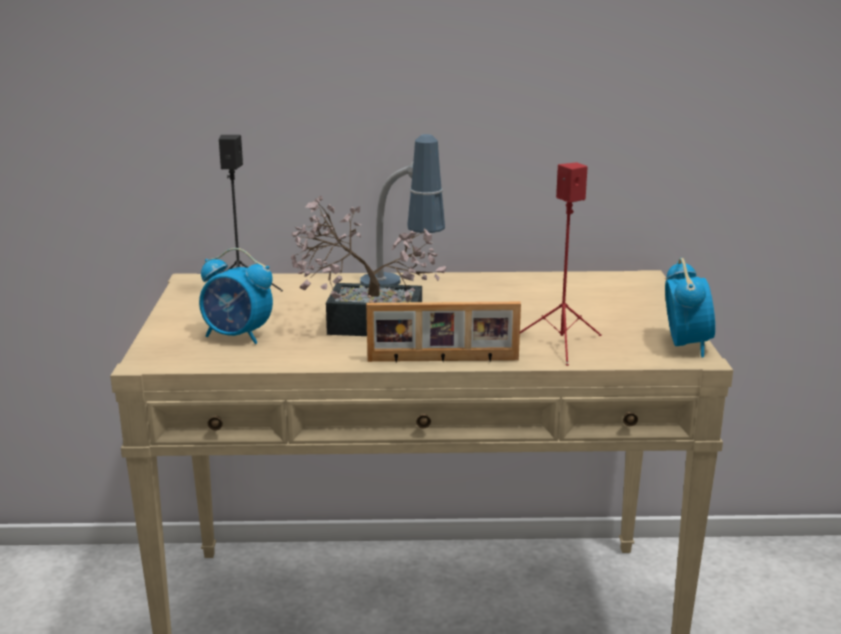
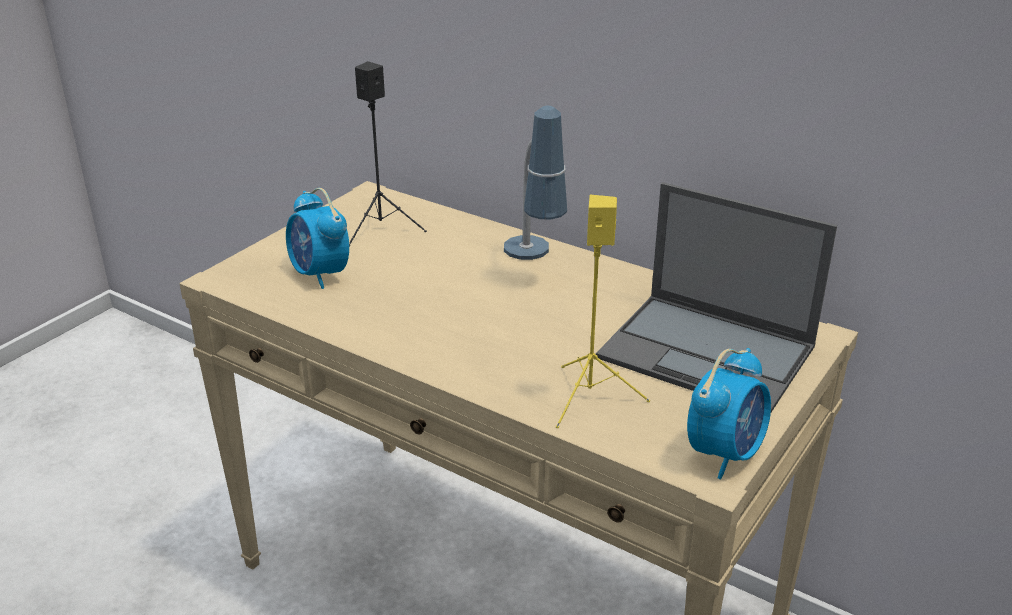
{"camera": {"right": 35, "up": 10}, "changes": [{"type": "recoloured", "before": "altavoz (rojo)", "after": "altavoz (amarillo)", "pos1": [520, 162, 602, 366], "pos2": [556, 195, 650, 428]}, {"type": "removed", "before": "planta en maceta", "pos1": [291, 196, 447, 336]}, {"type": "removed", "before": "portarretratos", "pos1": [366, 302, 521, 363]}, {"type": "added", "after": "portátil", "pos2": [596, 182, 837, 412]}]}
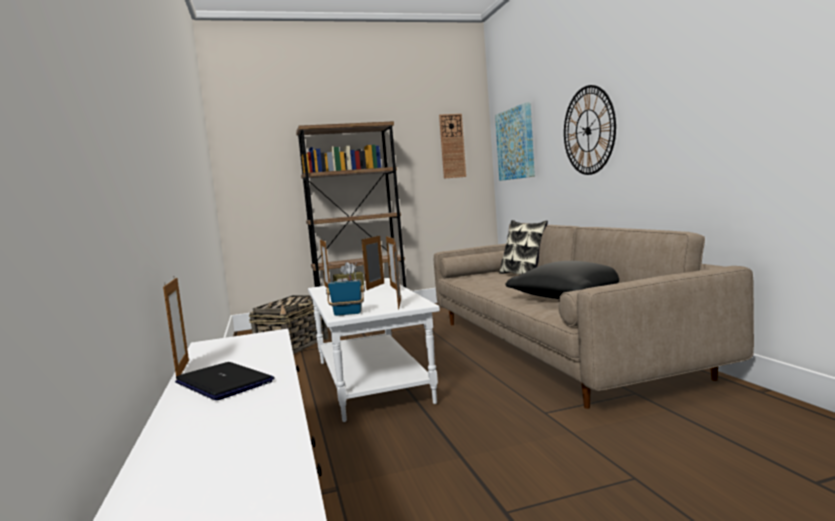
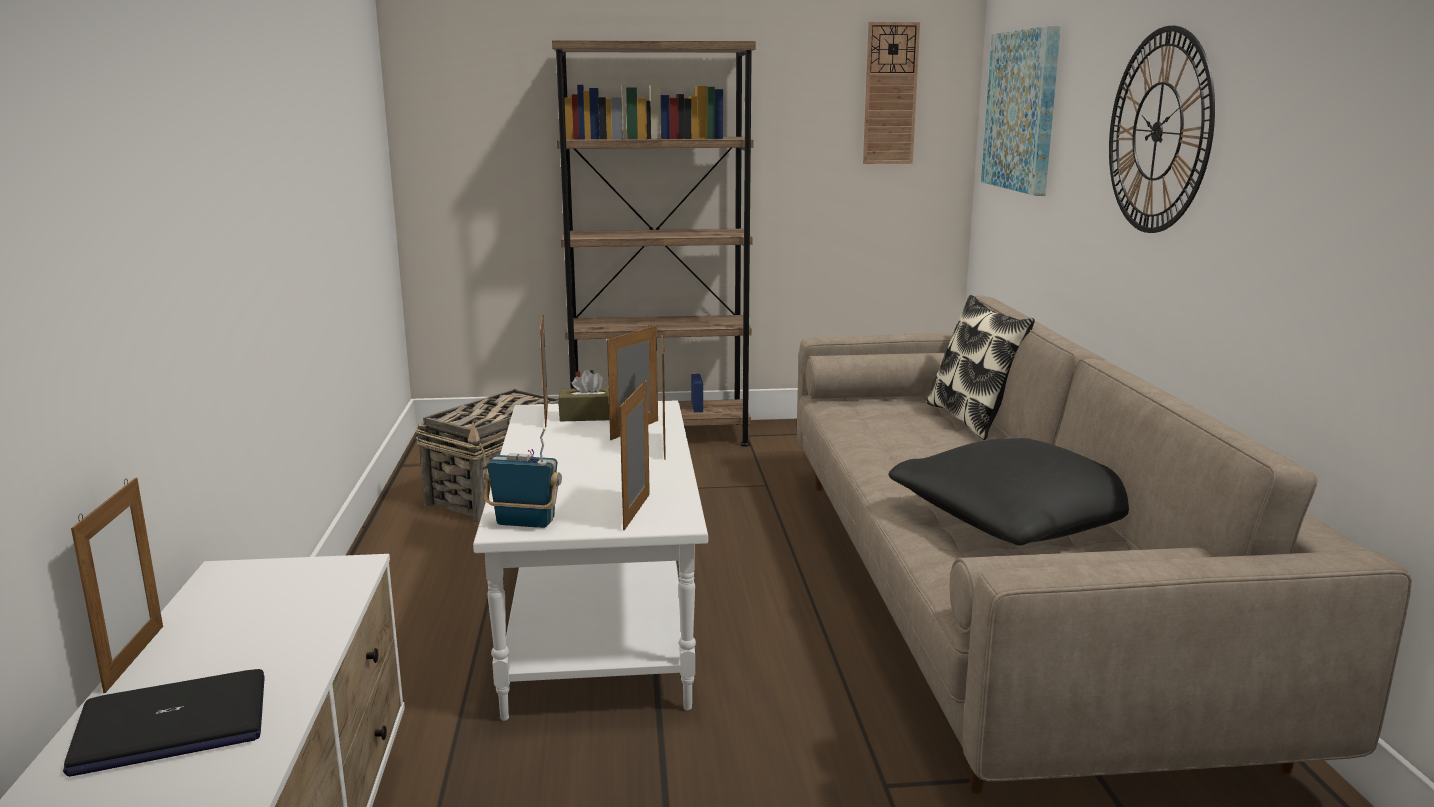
{"camera": {"right": 10, "up": 10}, "changes": [{"type": "turned", "before": "portátil", "pos1": [175, 362, 274, 400], "pos2": [63, 669, 265, 777], "turn": 105}]}
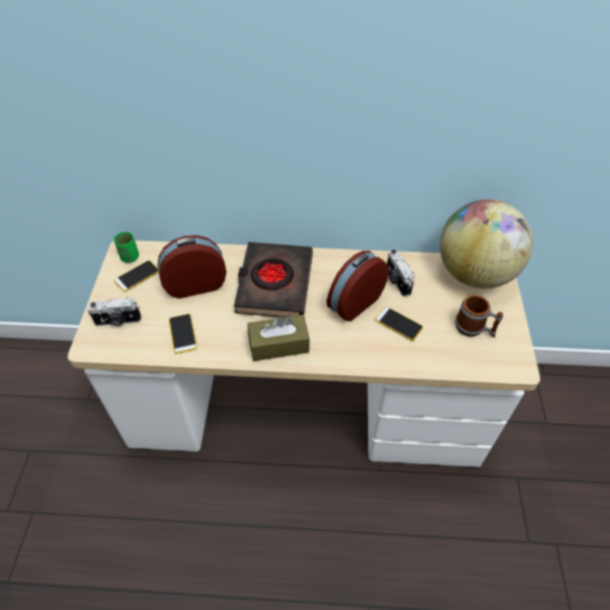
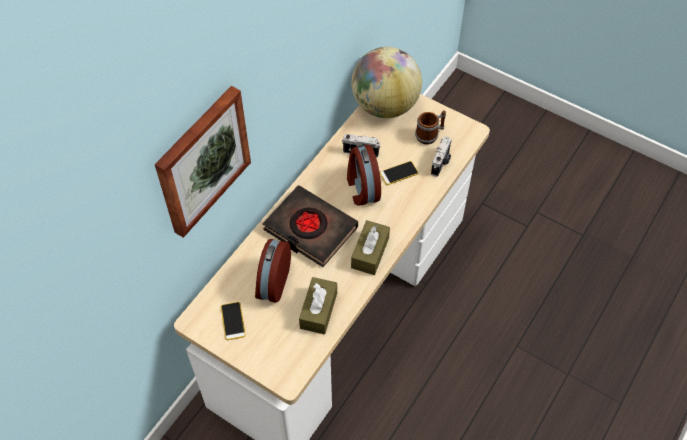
{"camera": {"right": -60, "up": 5}, "changes": [{"type": "removed", "before": "taza (verde)", "pos1": [114, 232, 139, 263]}, {"type": "moved", "before": "cámara", "pos1": [88, 297, 141, 326], "pos2": [431, 136, 452, 177]}, {"type": "replaced", "before": "móvil", "after": "caja de pañuelos (marrón)", "pos1": [169, 314, 197, 354], "pos2": [299, 277, 337, 335]}, {"type": "added", "after": "cuadro", "pos2": [155, 86, 251, 238]}]}
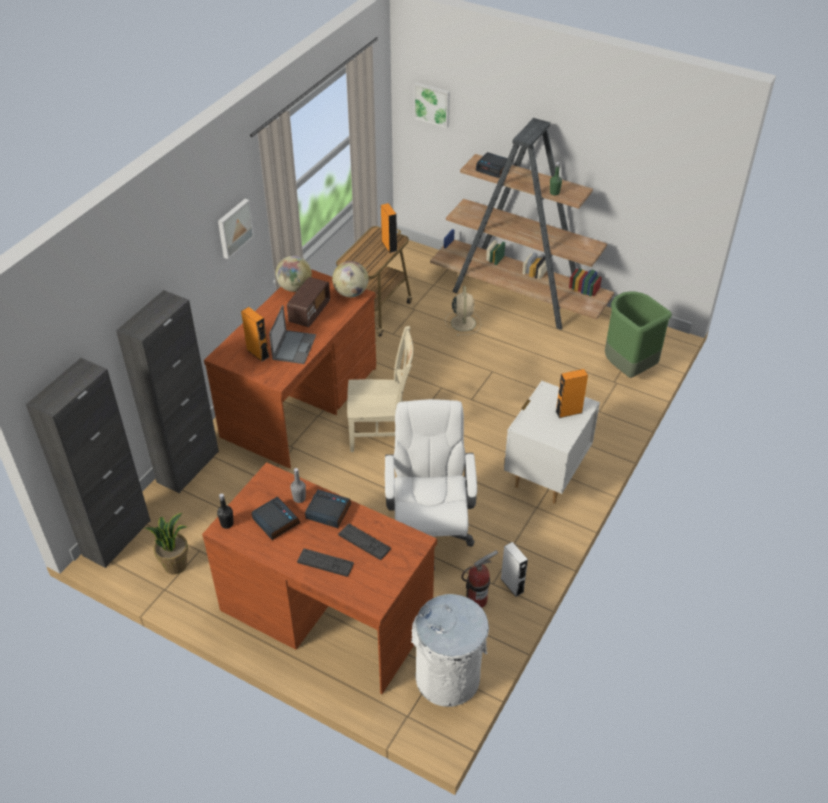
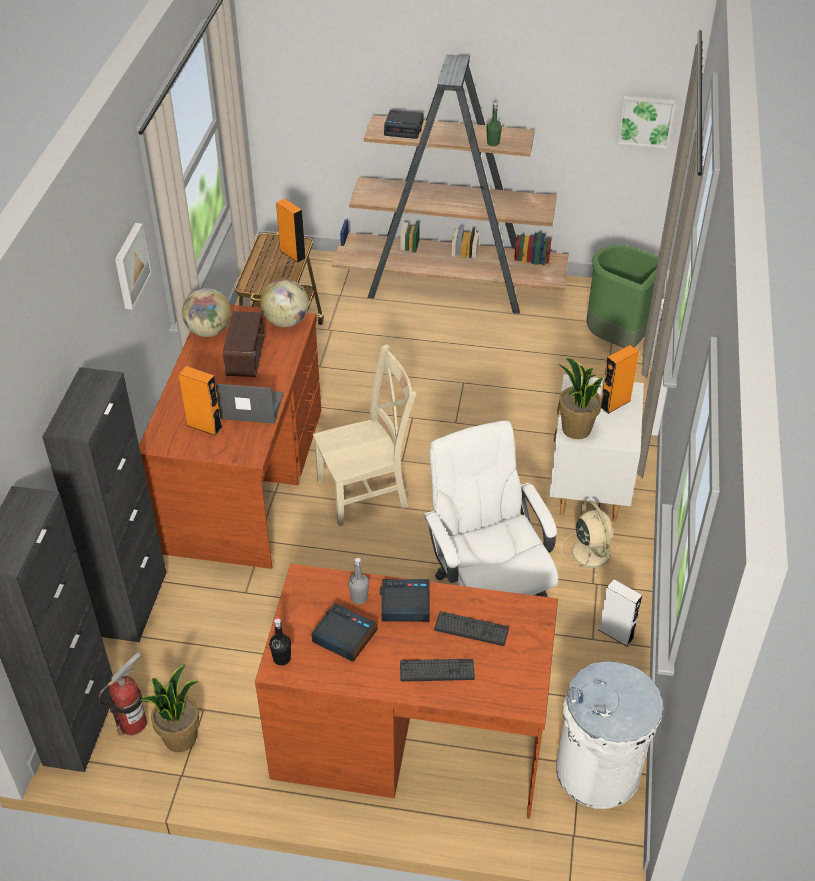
{"camera": {"right": -20, "up": 0}, "changes": [{"type": "moved", "before": "cuadro", "pos1": [414, 82, 450, 128], "pos2": [617, 96, 675, 148]}, {"type": "moved", "before": "ventilador (beis)", "pos1": [445, 286, 481, 336], "pos2": [561, 500, 620, 577]}, {"type": "turned", "before": "portátil", "pos1": [269, 305, 316, 364], "pos2": [216, 384, 283, 424], "turn": -75}, {"type": "moved", "before": "extintor", "pos1": [461, 550, 498, 608], "pos2": [99, 652, 147, 736]}, {"type": "added", "after": "planta en maceta", "pos2": [558, 358, 603, 439]}]}
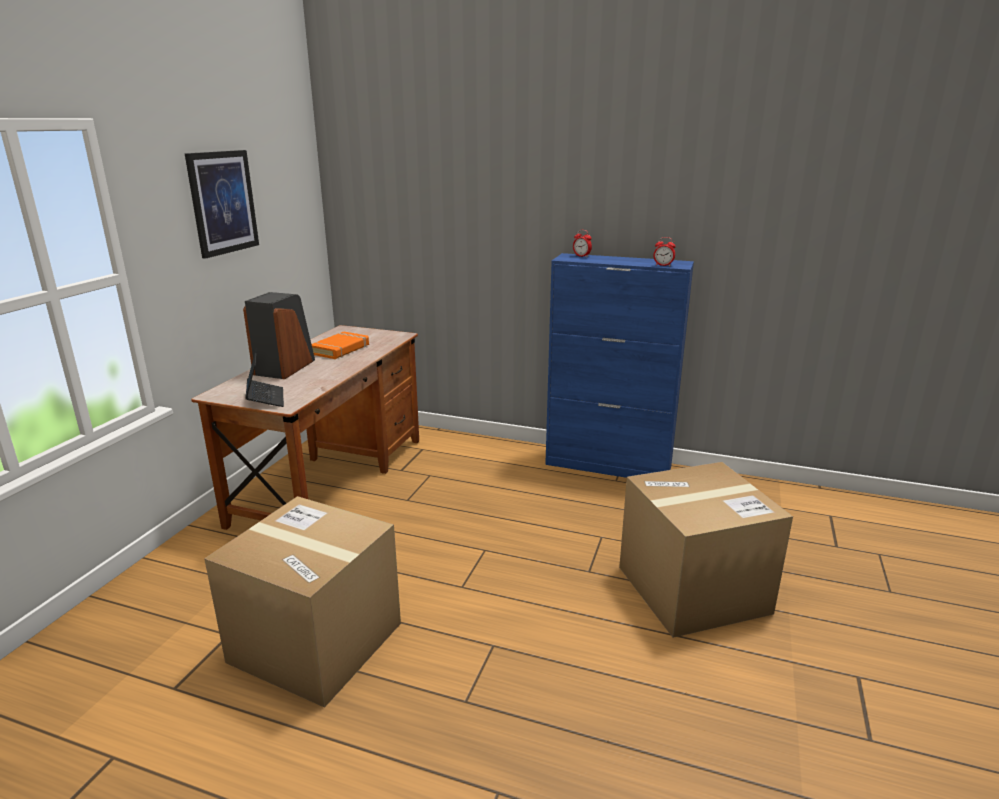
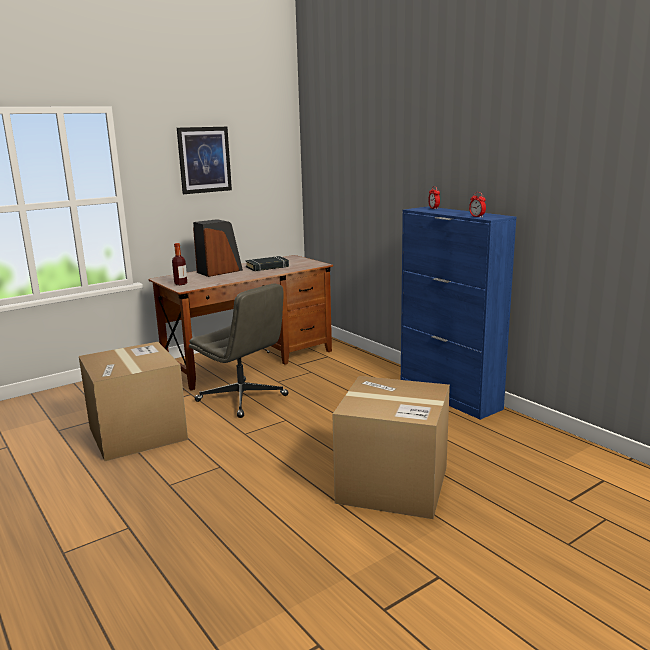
{"camera": {"right": 35, "up": -5}, "changes": [{"type": "recoloured", "before": "libro (naranja)", "after": "libro (negro)", "pos1": [312, 332, 369, 359], "pos2": [245, 256, 289, 271]}, {"type": "replaced", "before": "portátil", "after": "botella", "pos1": [245, 348, 284, 407], "pos2": [172, 243, 187, 285]}, {"type": "added", "after": "silla de oficina (gris)", "pos2": [189, 283, 288, 418]}]}
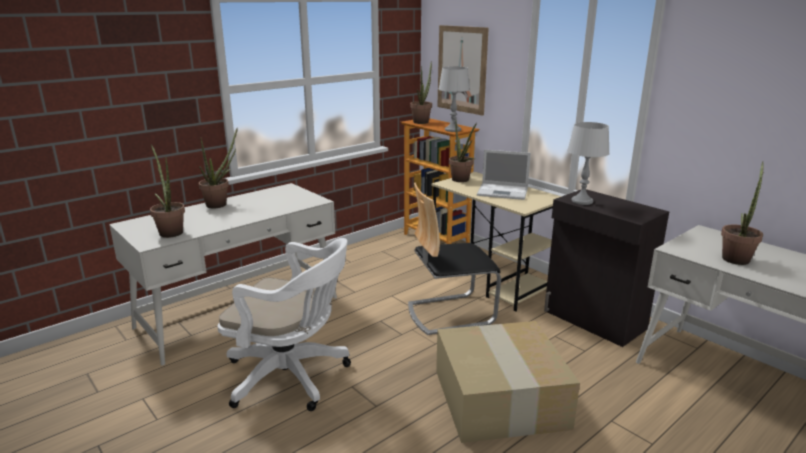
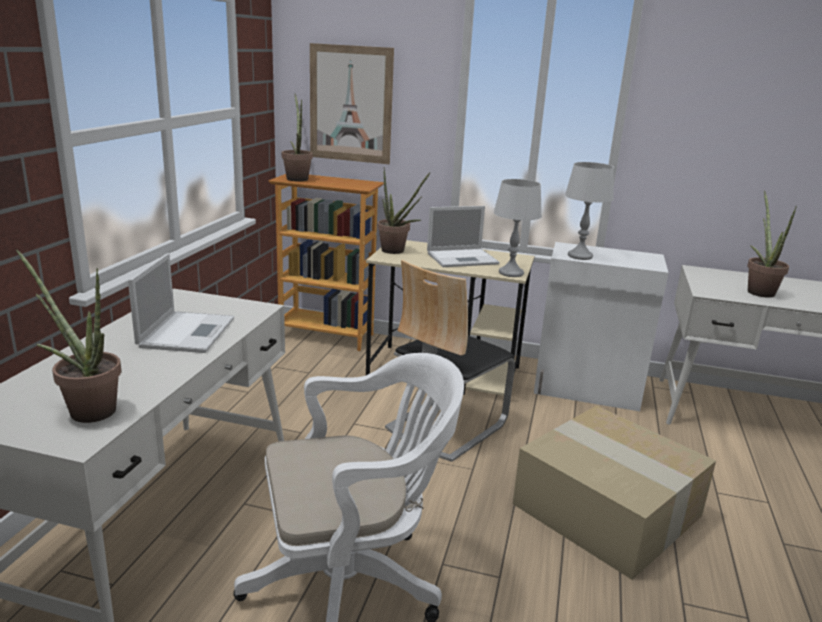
{"camera": {"right": -35, "up": 0}, "changes": [{"type": "moved", "before": "lámpara de mesa (gris)", "pos1": [439, 66, 470, 132], "pos2": [494, 179, 542, 277]}, {"type": "removed", "before": "planta en maceta", "pos1": [199, 127, 238, 208]}, {"type": "recoloured", "before": "armario (negro)", "after": "armario (blanco)", "pos1": [544, 189, 669, 347], "pos2": [534, 242, 669, 411]}, {"type": "added", "after": "portátil", "pos2": [128, 253, 234, 353]}]}
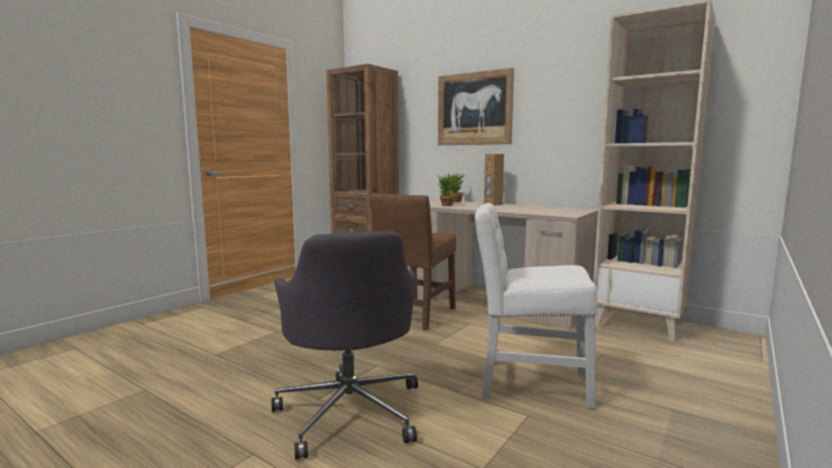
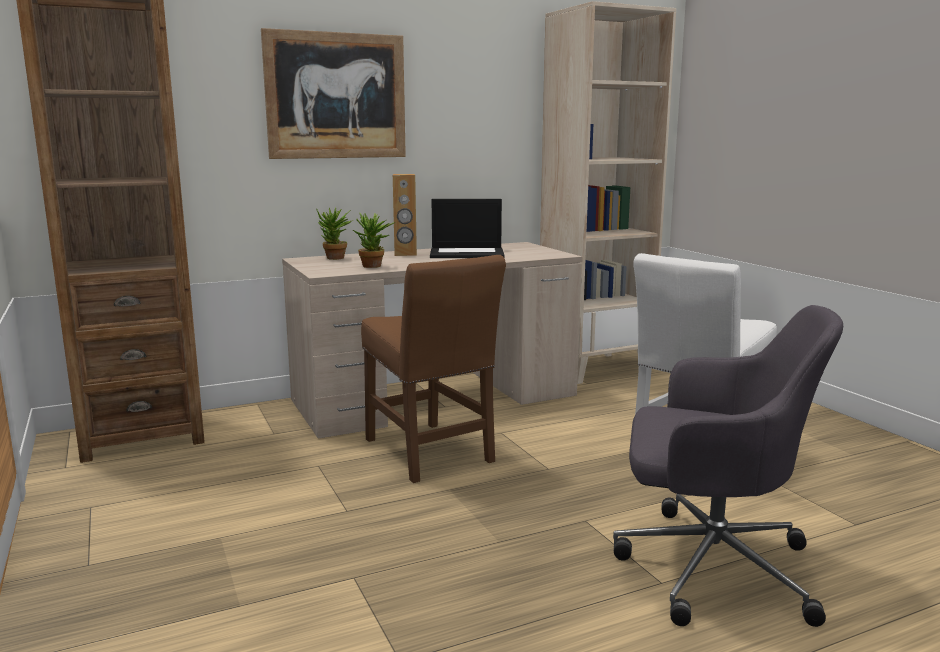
{"camera": {"right": -60, "up": 5}, "changes": [{"type": "added", "after": "portátil", "pos2": [430, 199, 505, 258]}]}
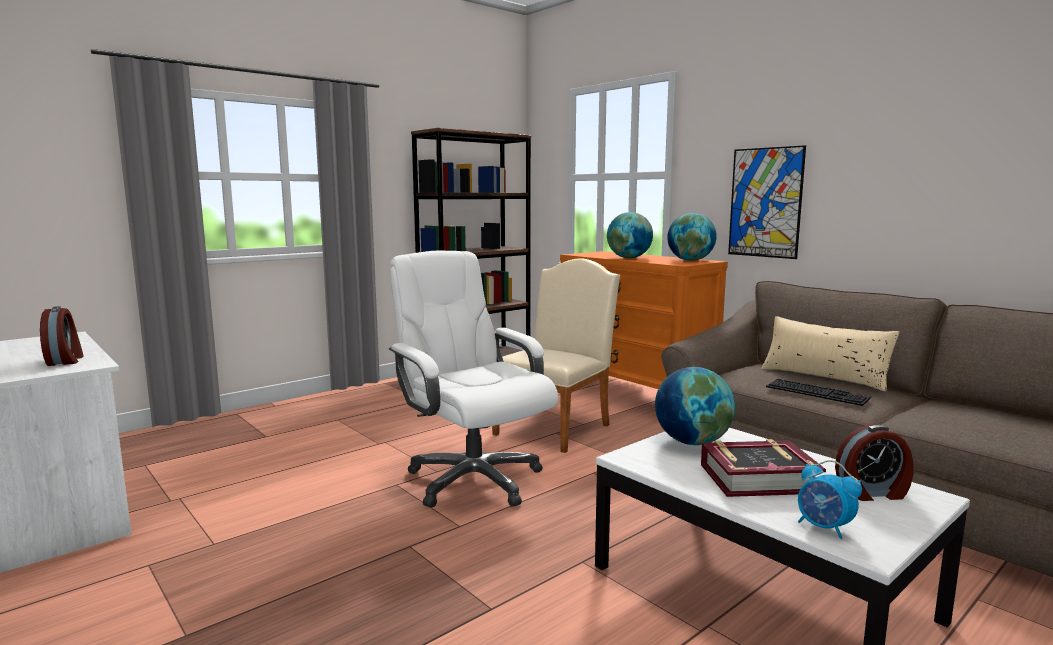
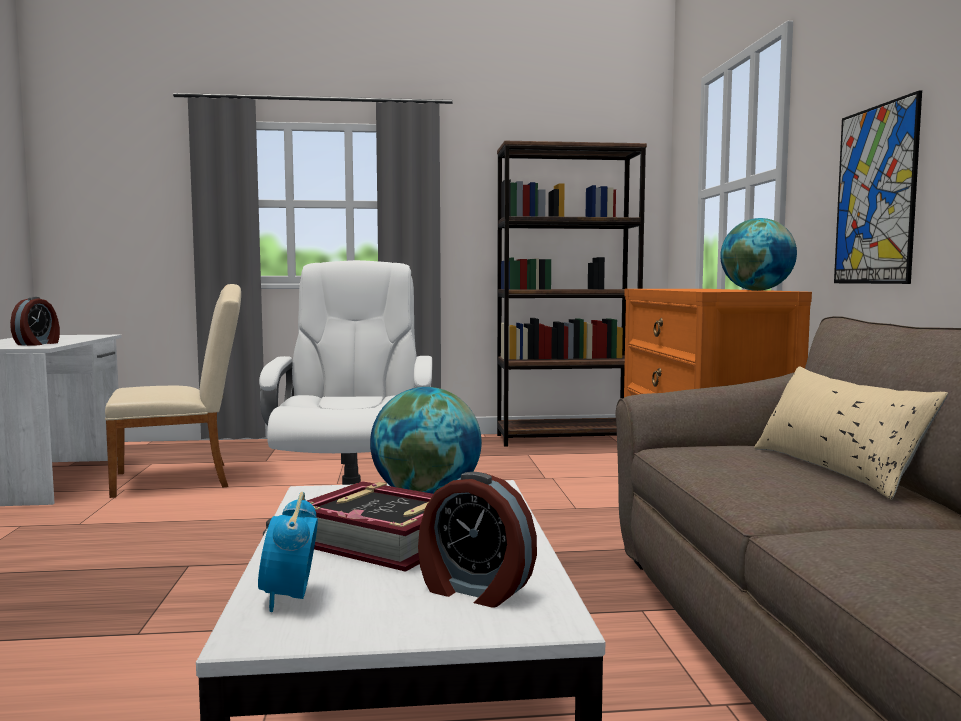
{"camera": {"right": 35, "up": -5}, "changes": [{"type": "removed", "before": "globo terráqueo", "pos1": [607, 212, 653, 258]}, {"type": "moved", "before": "silla (beis)", "pos1": [492, 258, 620, 453], "pos2": [105, 284, 241, 498]}, {"type": "removed", "before": "teclado", "pos1": [766, 378, 872, 406]}]}
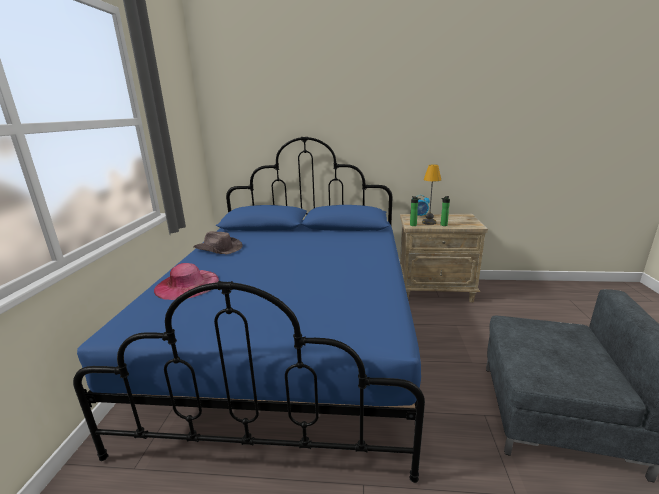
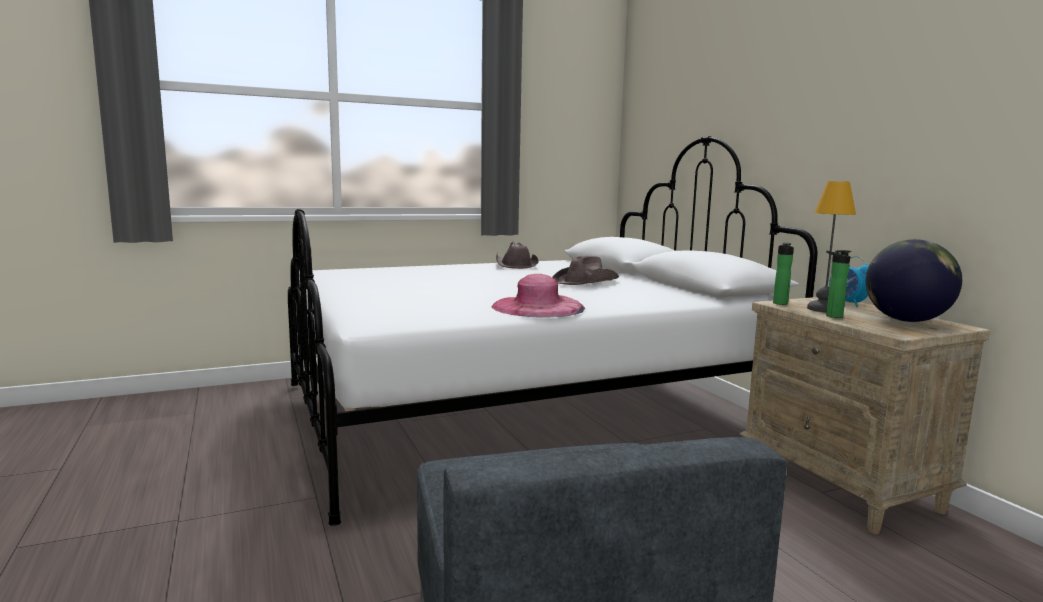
{"camera": {"right": 60, "up": -10}, "changes": [{"type": "recoloured", "before": "cama (azul)", "after": "cama (blanco)", "pos1": [73, 137, 425, 483], "pos2": [288, 136, 818, 526]}, {"type": "moved", "before": "sombrero (rosa)", "pos1": [154, 263, 219, 300], "pos2": [492, 274, 585, 318]}, {"type": "added", "after": "globo terráqueo", "pos2": [866, 239, 962, 322]}, {"type": "added", "after": "sombrero (marrón)", "pos2": [552, 256, 619, 285]}]}
